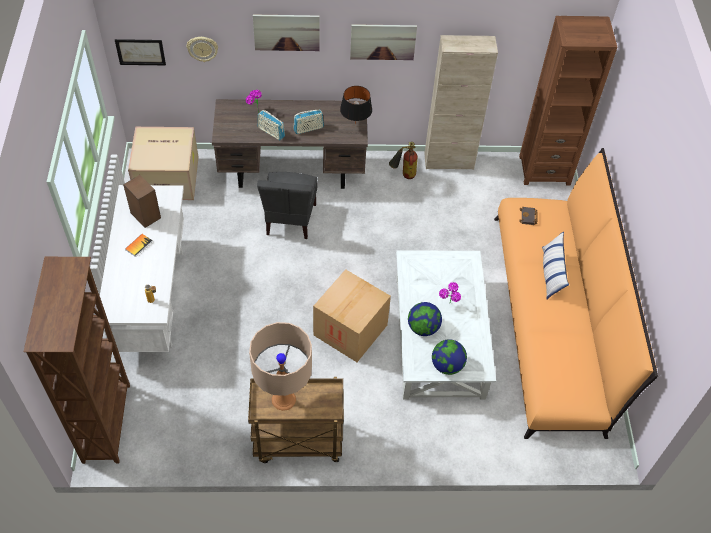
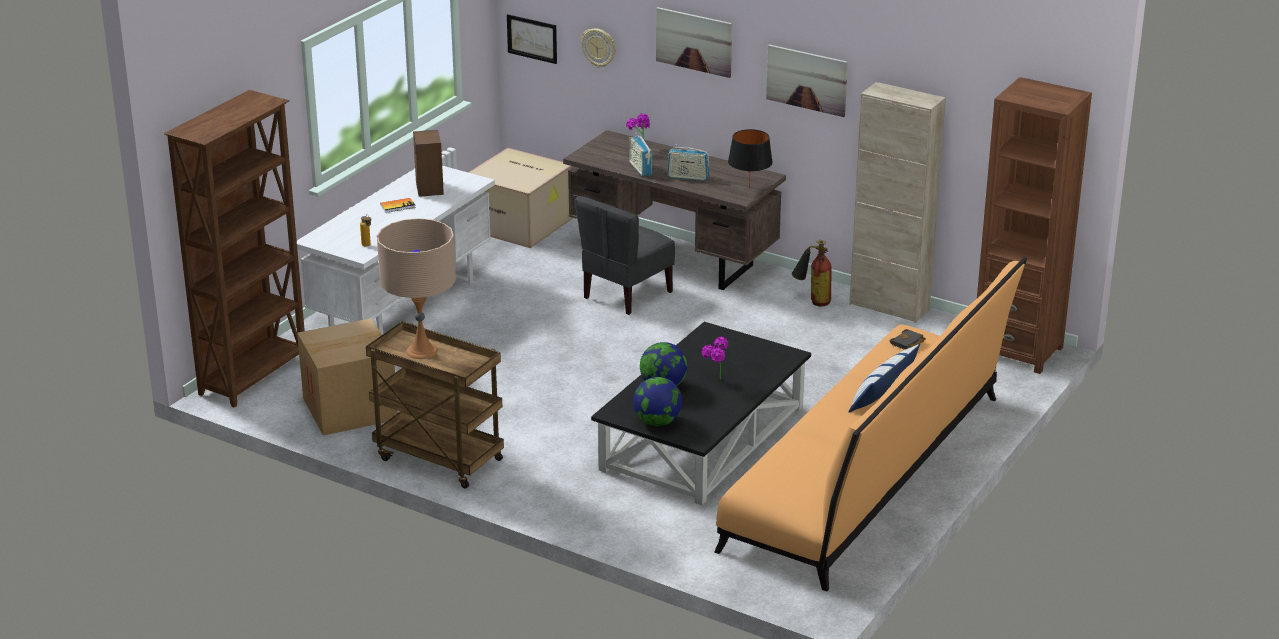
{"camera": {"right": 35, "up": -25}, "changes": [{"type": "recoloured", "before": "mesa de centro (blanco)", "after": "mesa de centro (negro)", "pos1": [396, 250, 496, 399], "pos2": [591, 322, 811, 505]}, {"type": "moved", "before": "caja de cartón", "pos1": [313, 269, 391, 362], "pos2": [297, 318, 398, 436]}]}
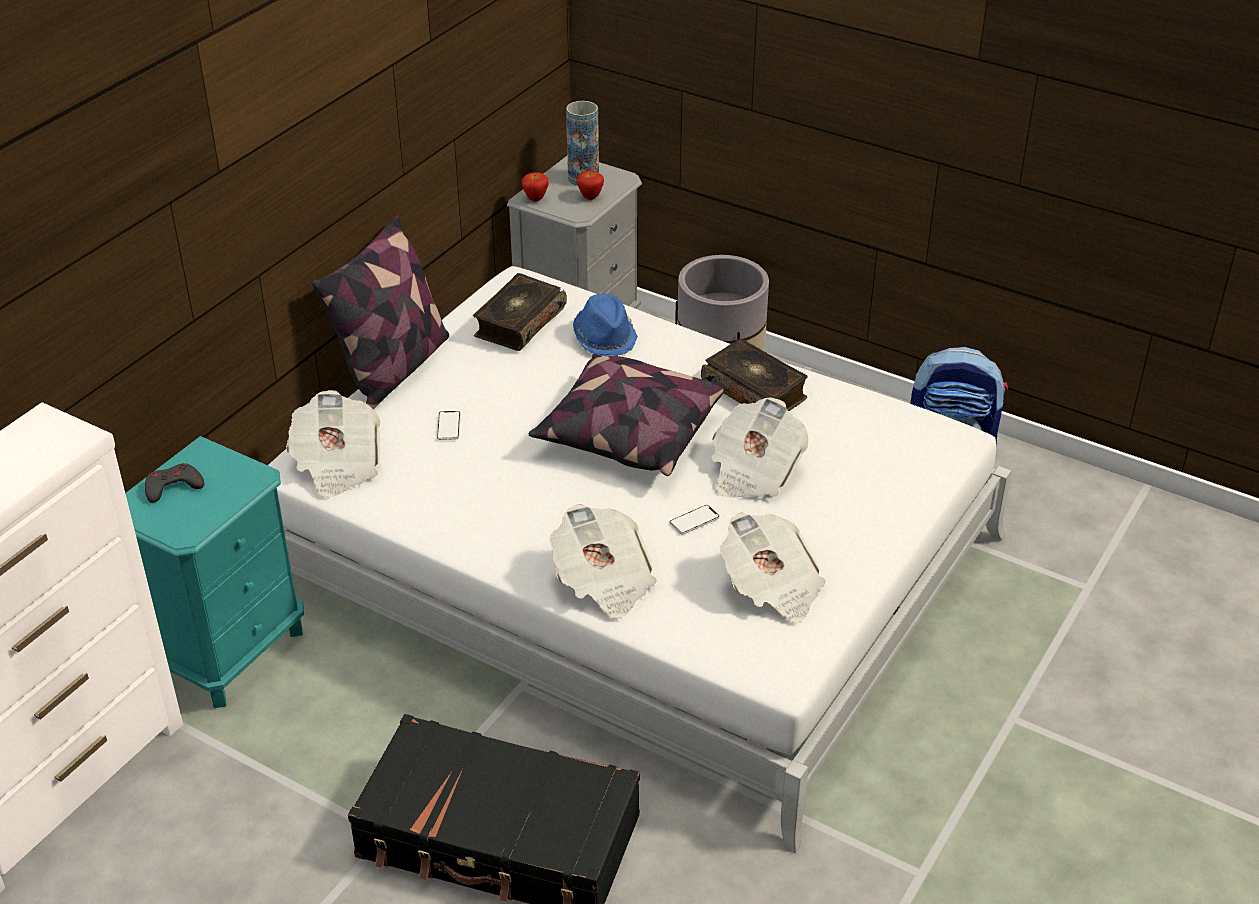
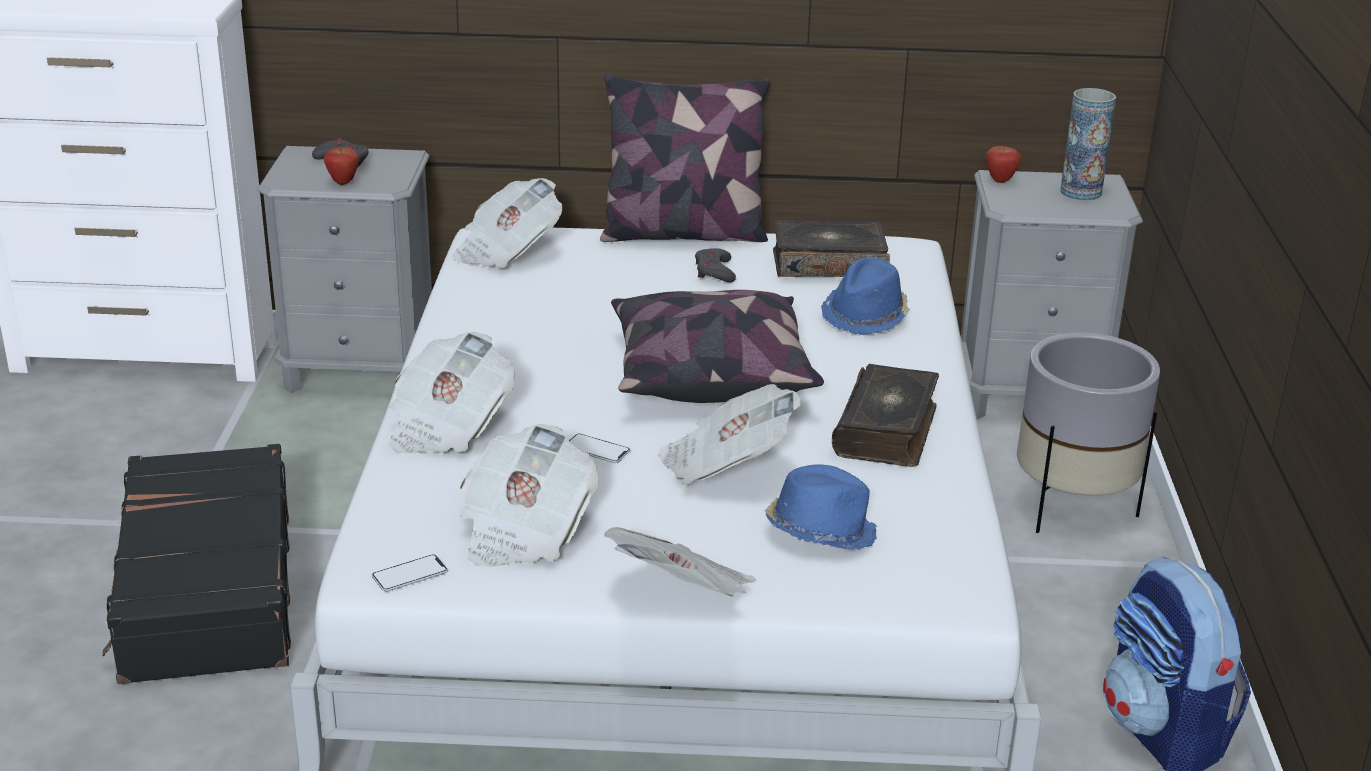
{"camera": {"right": 60, "up": -10}, "changes": [{"type": "moved", "before": "manzana", "pos1": [577, 171, 604, 200], "pos2": [324, 147, 359, 185]}, {"type": "moved", "before": "móvil", "pos1": [437, 411, 461, 440], "pos2": [372, 554, 448, 592]}, {"type": "recoloured", "before": "mesita de noche (turquesa)", "after": "mesita de noche (gris)", "pos1": [125, 436, 304, 708], "pos2": [257, 146, 432, 393]}, {"type": "added", "after": "mando de consola (gris)", "pos2": [695, 248, 736, 282]}, {"type": "added", "after": "sombrero (azul)", "pos2": [765, 464, 876, 550]}, {"type": "added", "after": "periódico", "pos2": [604, 527, 756, 597]}]}
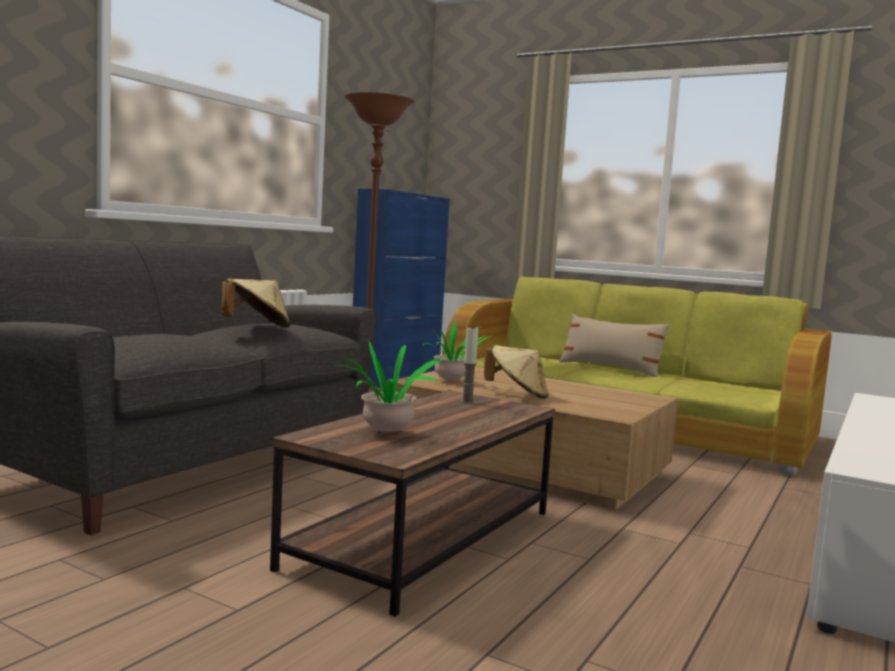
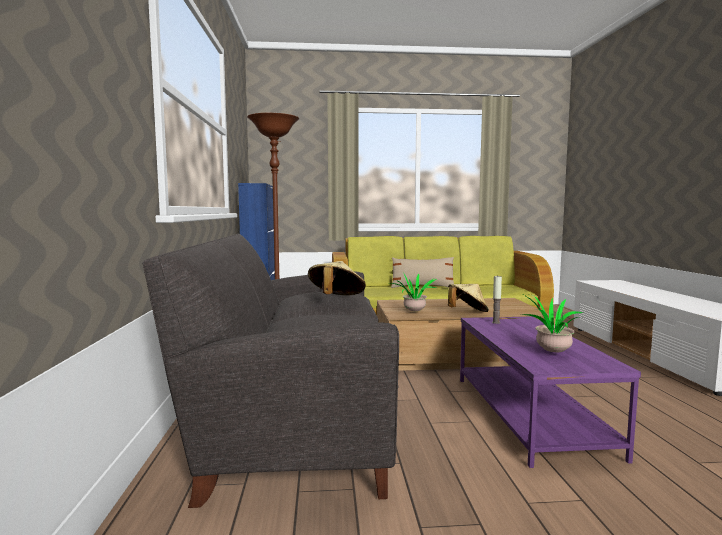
{"camera": {"right": -35, "up": 0}, "changes": [{"type": "recoloured", "before": "mesa de centro (marrón)", "after": "mesa de centro (morado)", "pos1": [270, 390, 555, 616], "pos2": [460, 317, 641, 468]}]}
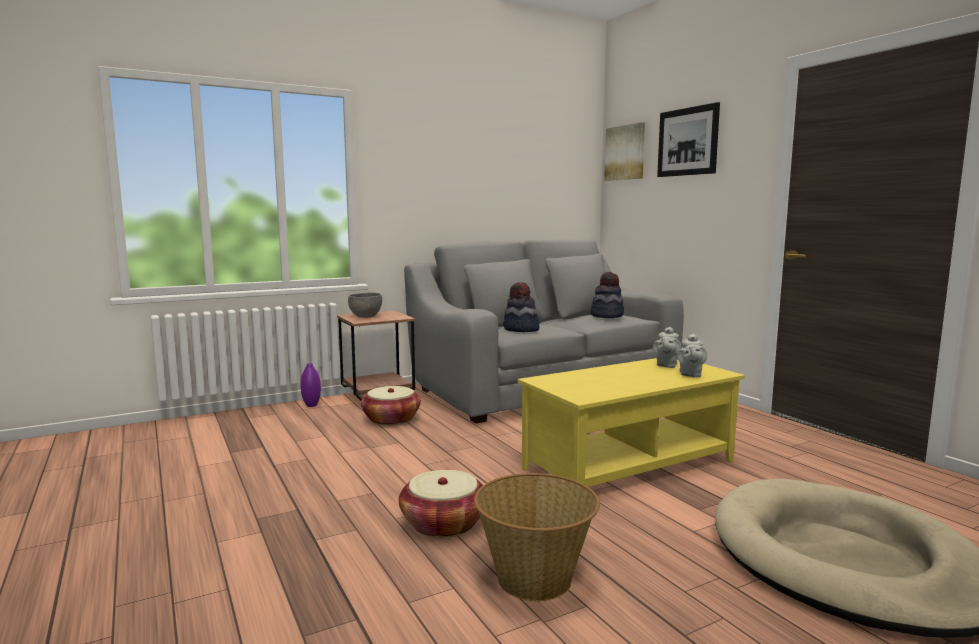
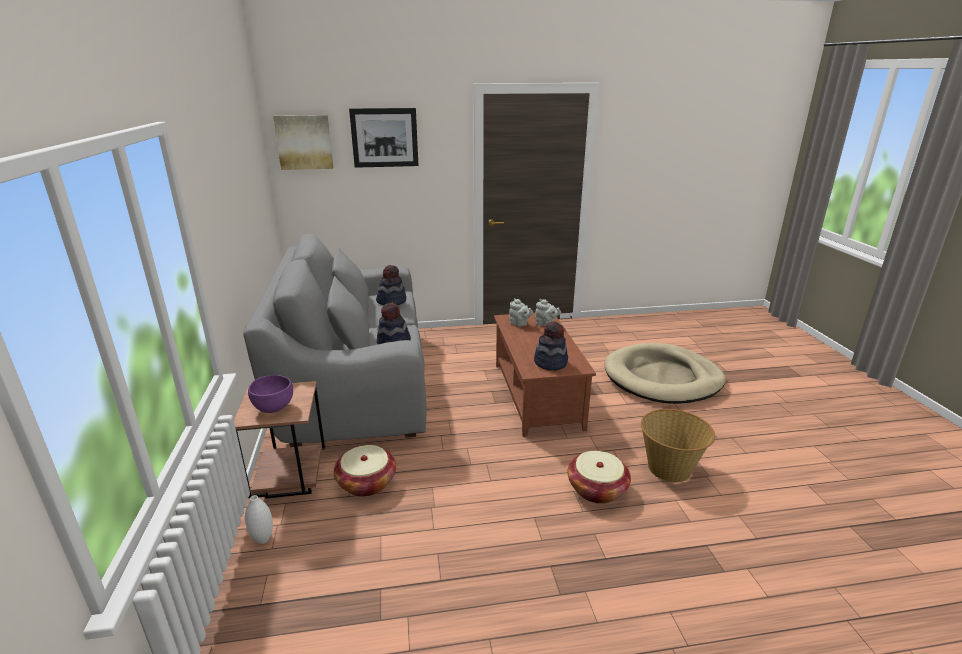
{"camera": {"right": -70, "up": 15}, "changes": [{"type": "recoloured", "before": "cuenco (gris)", "after": "cuenco (morado)", "pos1": [348, 293, 382, 318], "pos2": [248, 375, 293, 413]}, {"type": "recoloured", "before": "mesa de centro (amarillo)", "after": "mesa de centro (marrón)", "pos1": [518, 358, 745, 487], "pos2": [494, 313, 596, 437]}, {"type": "recoloured", "before": "florero (morado)", "after": "florero (blanco)", "pos1": [300, 363, 321, 407], "pos2": [245, 495, 273, 544]}, {"type": "added", "after": "sombrero", "pos2": [534, 321, 568, 371]}]}
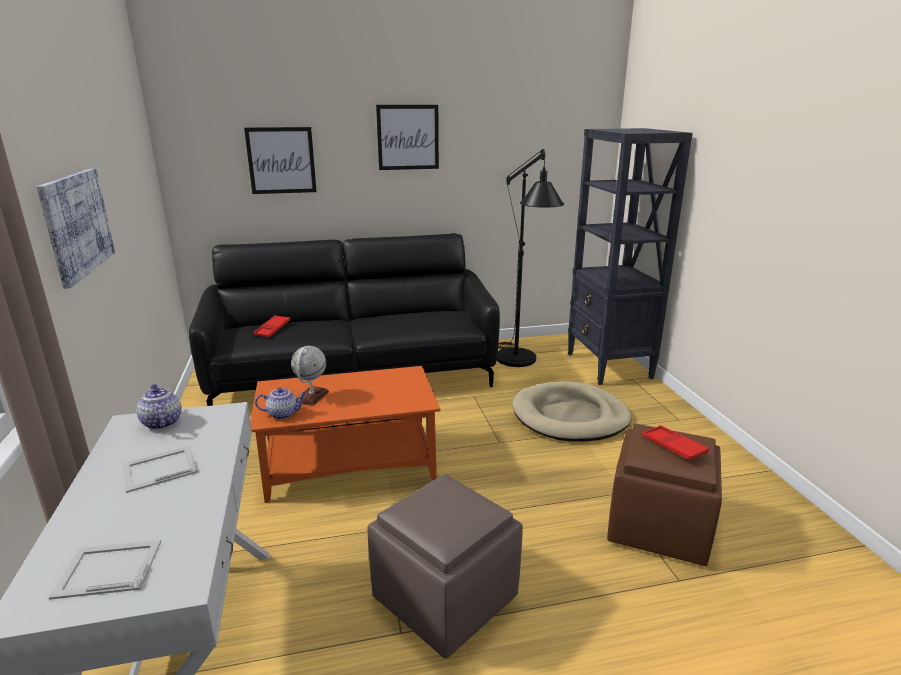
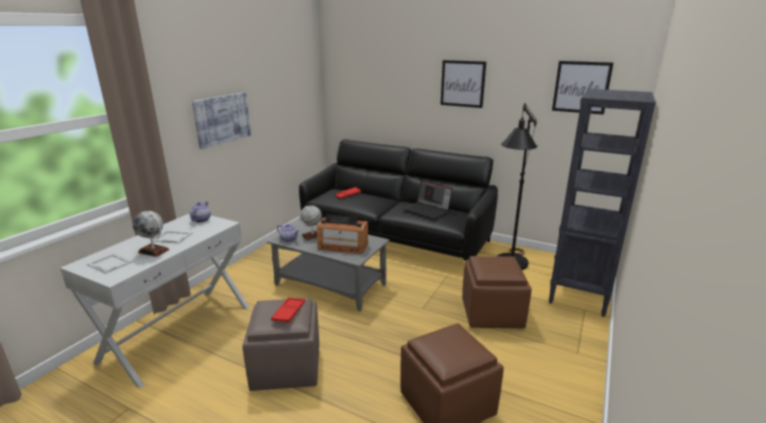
{"camera": {"right": 40, "up": 0}, "changes": [{"type": "moved", "before": "cuadro", "pos1": [244, 127, 317, 194], "pos2": [552, 61, 613, 115]}, {"type": "recoloured", "before": "mesa de centro (naranja)", "after": "mesa de centro (gris)", "pos1": [250, 366, 440, 503], "pos2": [267, 221, 390, 311]}, {"type": "replaced", "before": "cama para perro (beis)", "after": "puf (marrón)", "pos1": [512, 381, 631, 442], "pos2": [462, 256, 532, 329]}, {"type": "moved", "before": "bandeja (rojo)", "pos1": [642, 425, 709, 460], "pos2": [271, 297, 305, 323]}, {"type": "added", "after": "portátil", "pos2": [403, 180, 453, 219]}, {"type": "added", "after": "globo terráqueo", "pos2": [133, 211, 170, 257]}, {"type": "added", "after": "radio", "pos2": [317, 215, 368, 254]}]}
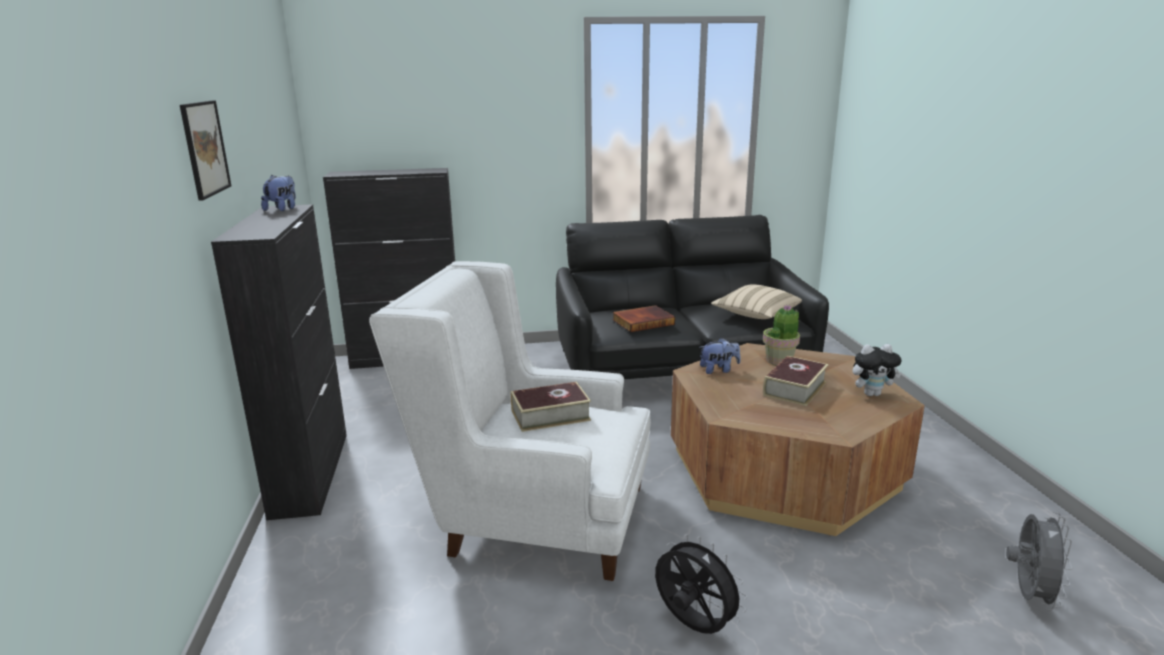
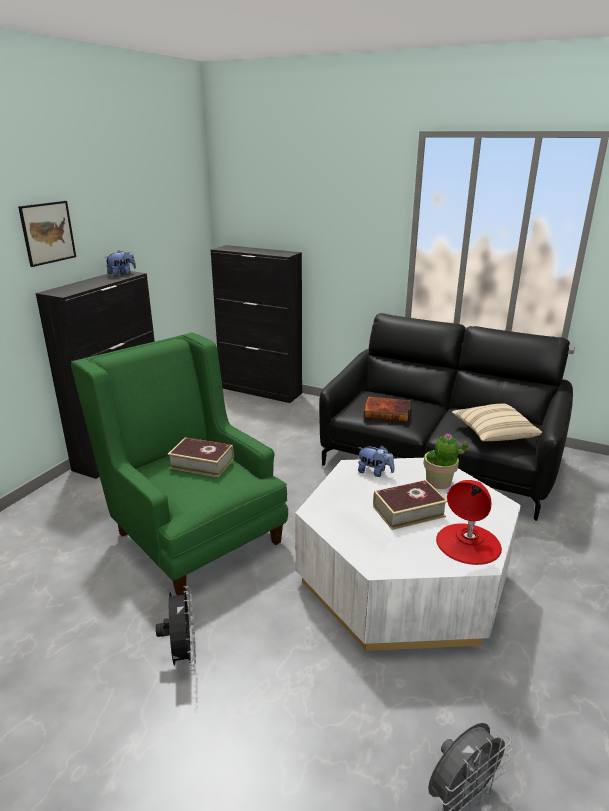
{"camera": {"right": 35, "up": 5}, "changes": [{"type": "recoloured", "before": "sillón (blanco)", "after": "sillón (verde)", "pos1": [369, 261, 651, 581], "pos2": [71, 332, 288, 595]}, {"type": "recoloured", "before": "mesa de centro (marrón)", "after": "mesa de centro (blanco)", "pos1": [671, 343, 925, 536], "pos2": [295, 458, 521, 651]}, {"type": "replaced", "before": "peluche", "after": "lámpara de mesa (rojo)", "pos1": [852, 344, 902, 396], "pos2": [436, 480, 502, 565]}]}
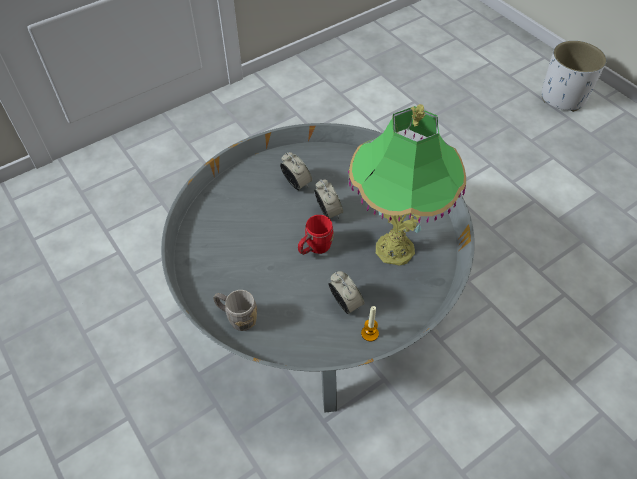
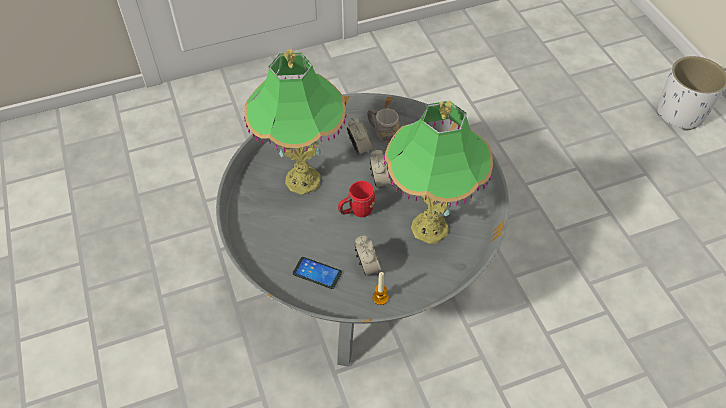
{"camera": {"right": 15, "up": 0}, "changes": [{"type": "moved", "before": "taza grande (gris)", "pos1": [213, 290, 257, 331], "pos2": [368, 109, 399, 143]}, {"type": "added", "after": "lámpara de mesa", "pos2": [244, 49, 347, 195]}, {"type": "added", "after": "móvil", "pos2": [293, 257, 342, 289]}]}
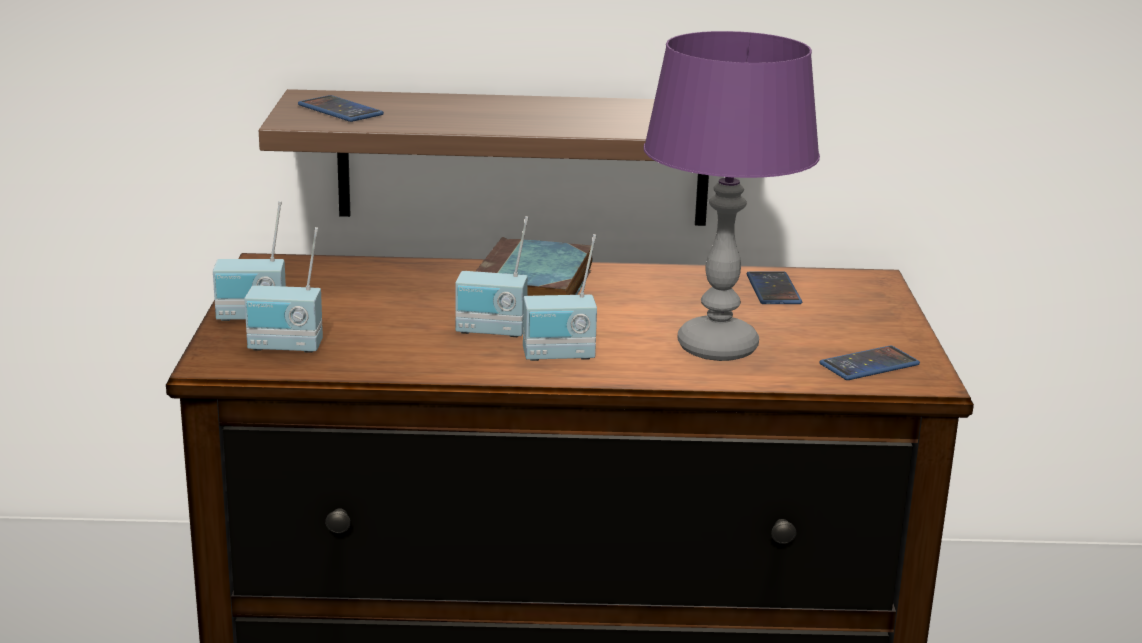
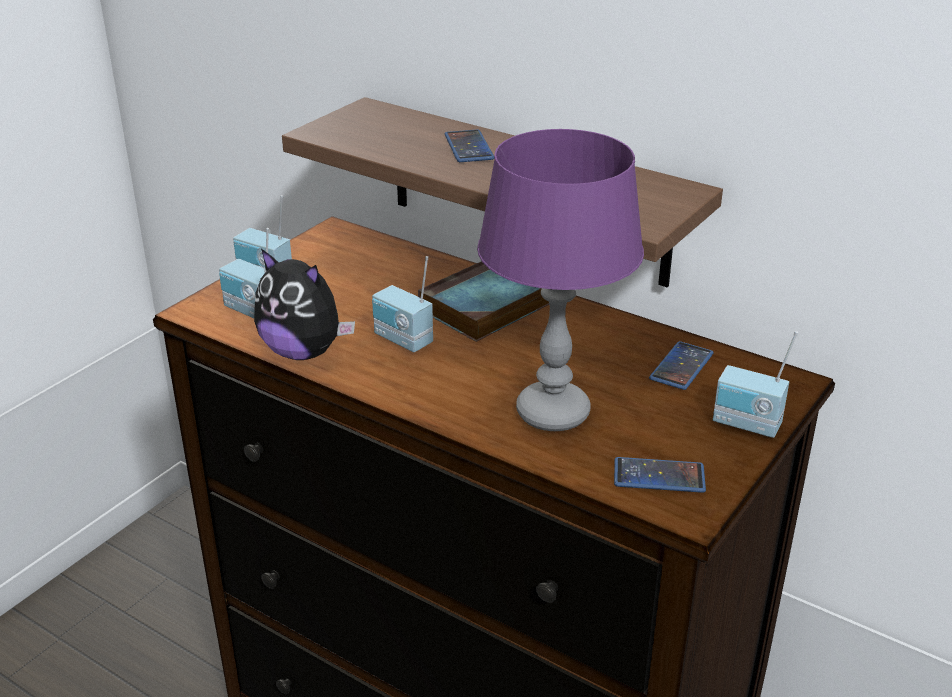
{"camera": {"right": 35, "up": 10}, "changes": [{"type": "moved", "before": "móvil", "pos1": [298, 95, 384, 122], "pos2": [445, 129, 494, 162]}, {"type": "moved", "before": "radio", "pos1": [523, 234, 597, 361], "pos2": [713, 331, 798, 438]}, {"type": "added", "after": "peluche", "pos2": [254, 249, 355, 360]}]}
